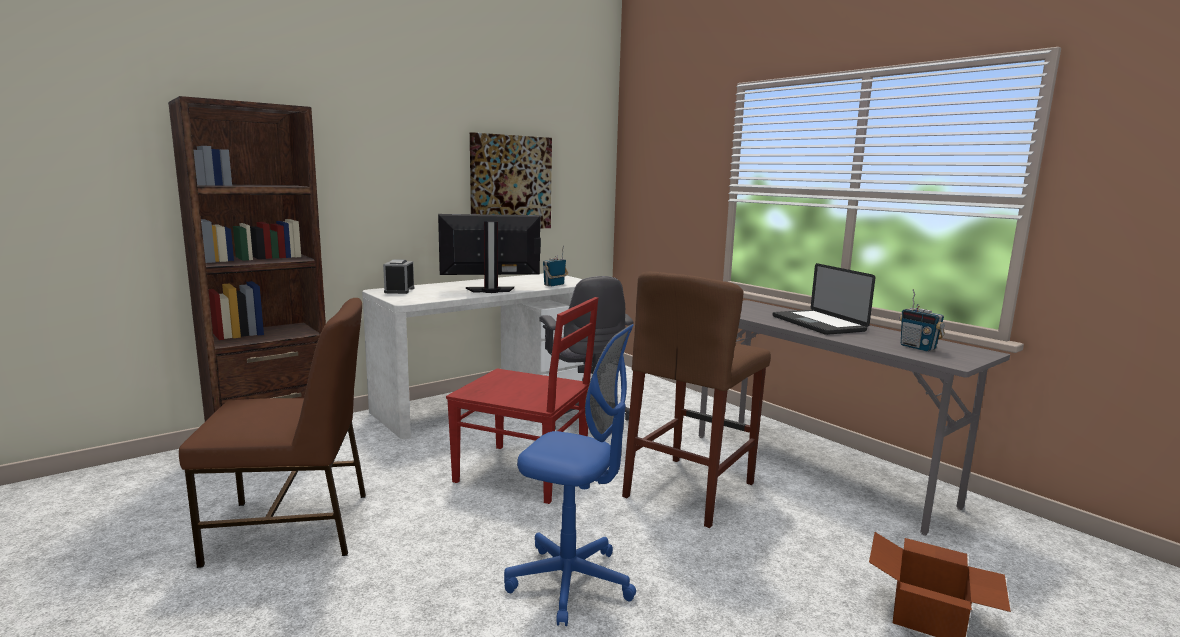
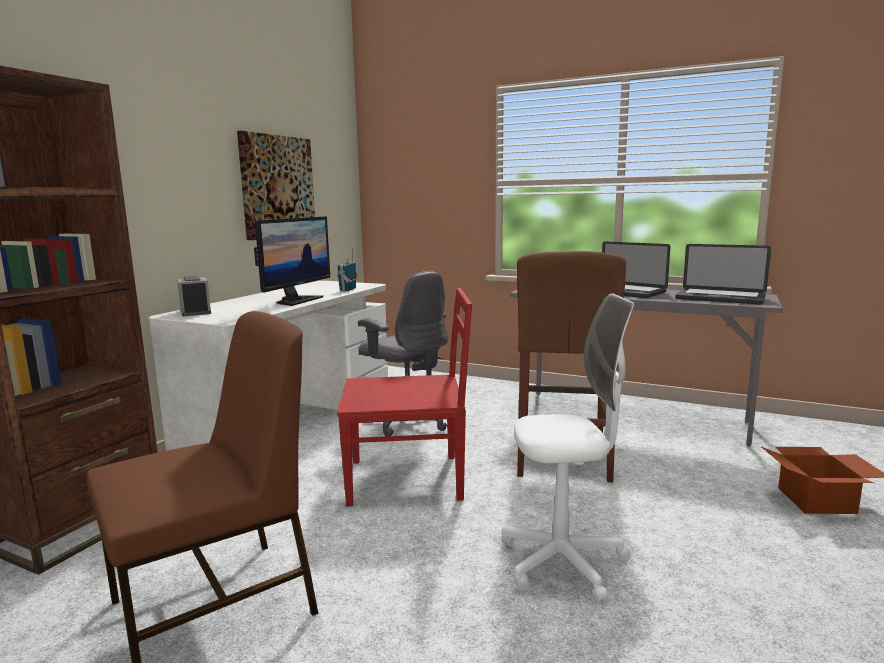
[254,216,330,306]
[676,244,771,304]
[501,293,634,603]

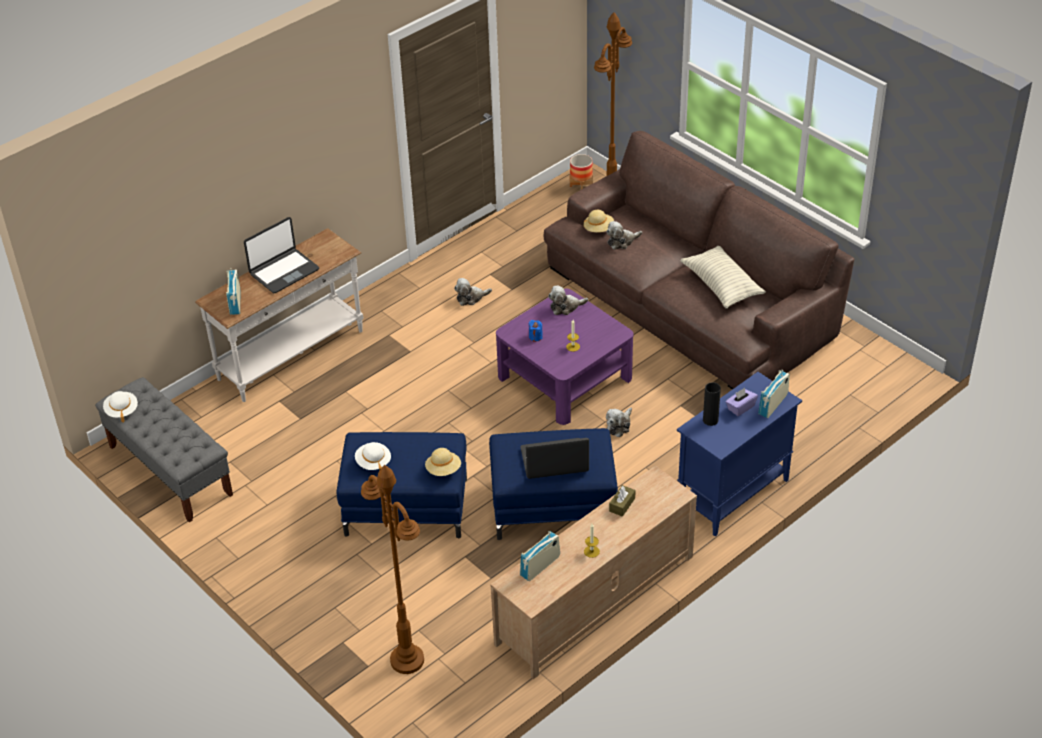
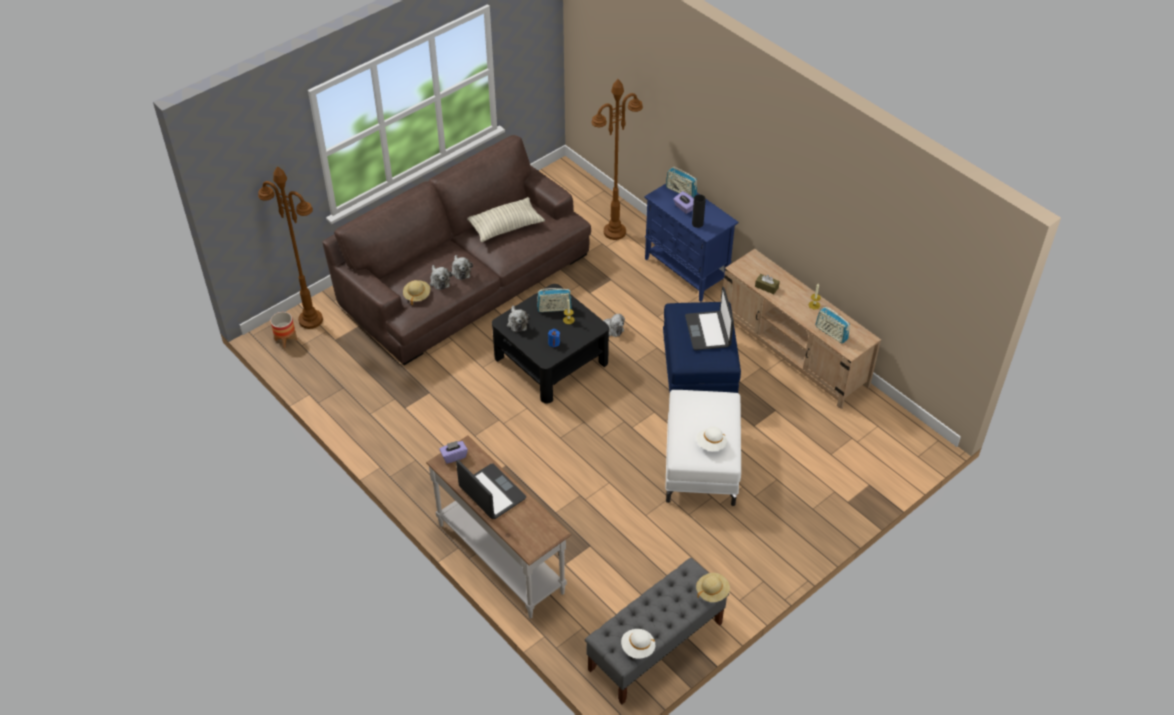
[537,288,572,312]
[451,255,473,280]
[492,284,609,404]
[666,390,741,506]
[696,573,730,602]
[591,79,643,240]
[439,441,468,464]

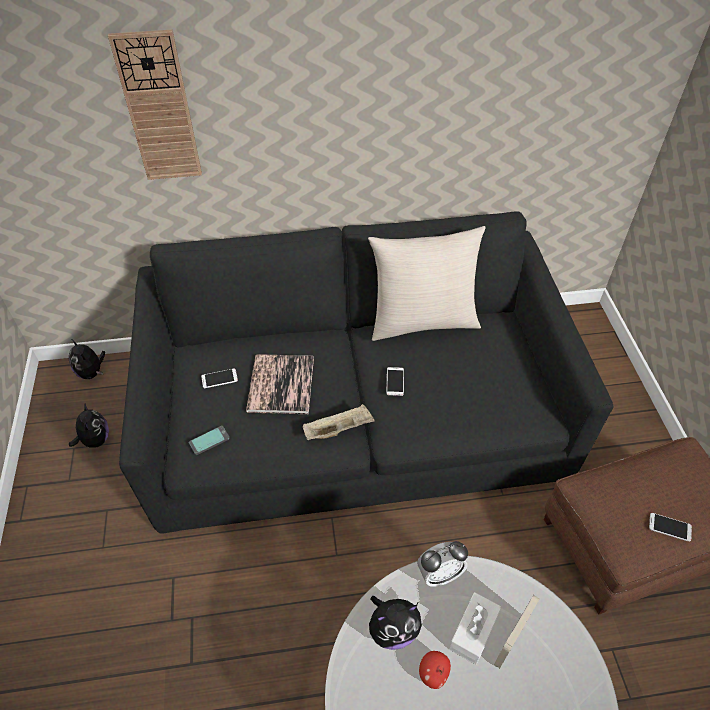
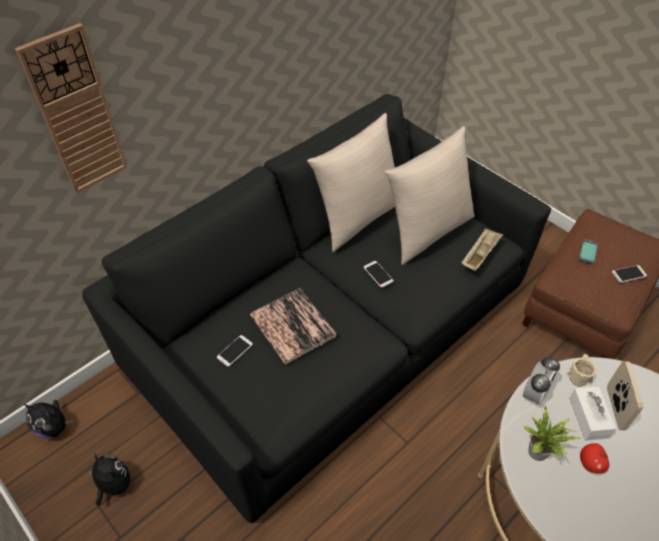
[461,228,503,271]
[579,239,598,265]
[524,405,581,461]
[384,126,475,265]
[567,354,596,386]

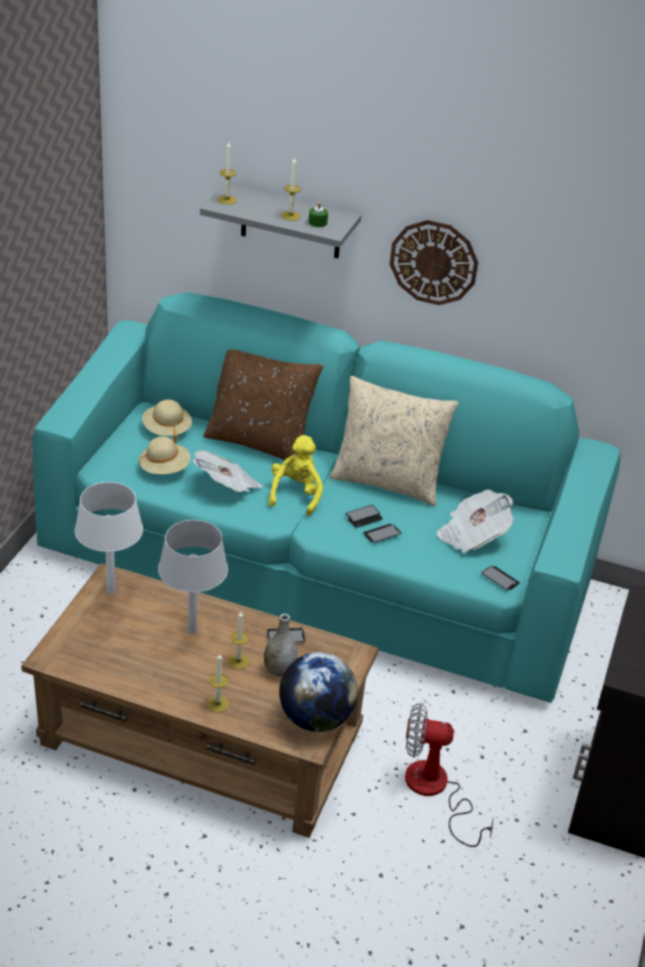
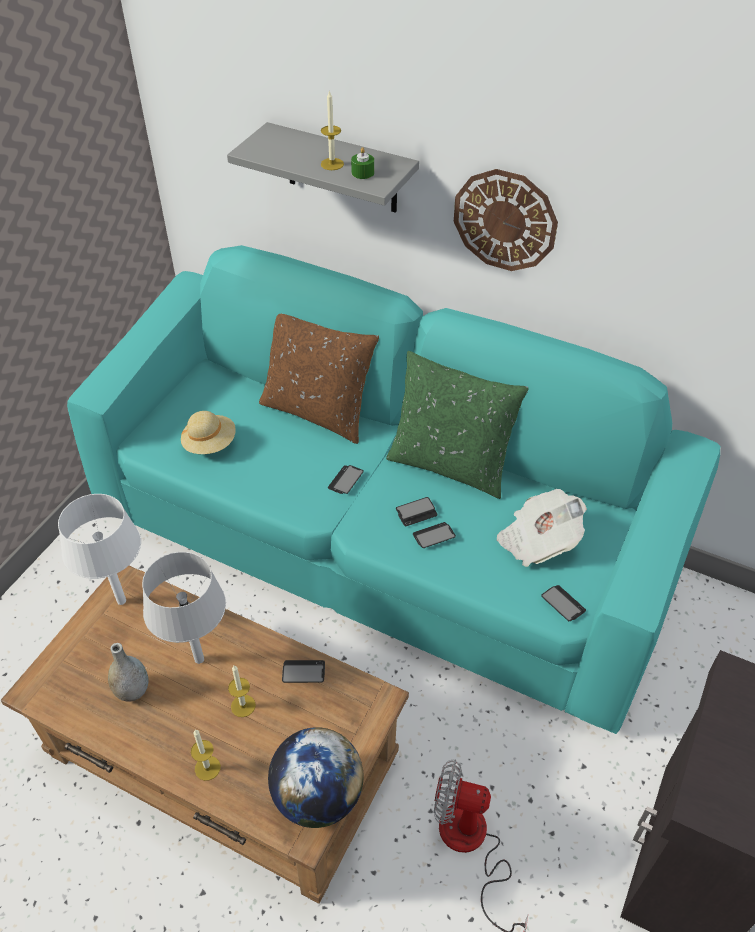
[218,142,237,205] (first image)
[386,351,529,499]
[142,400,192,444] (first image)
[328,465,364,494]
[192,450,263,492] (first image)
[108,643,149,702]

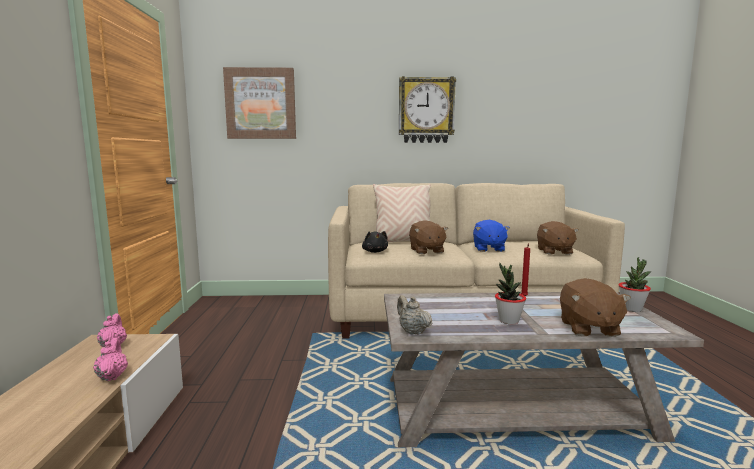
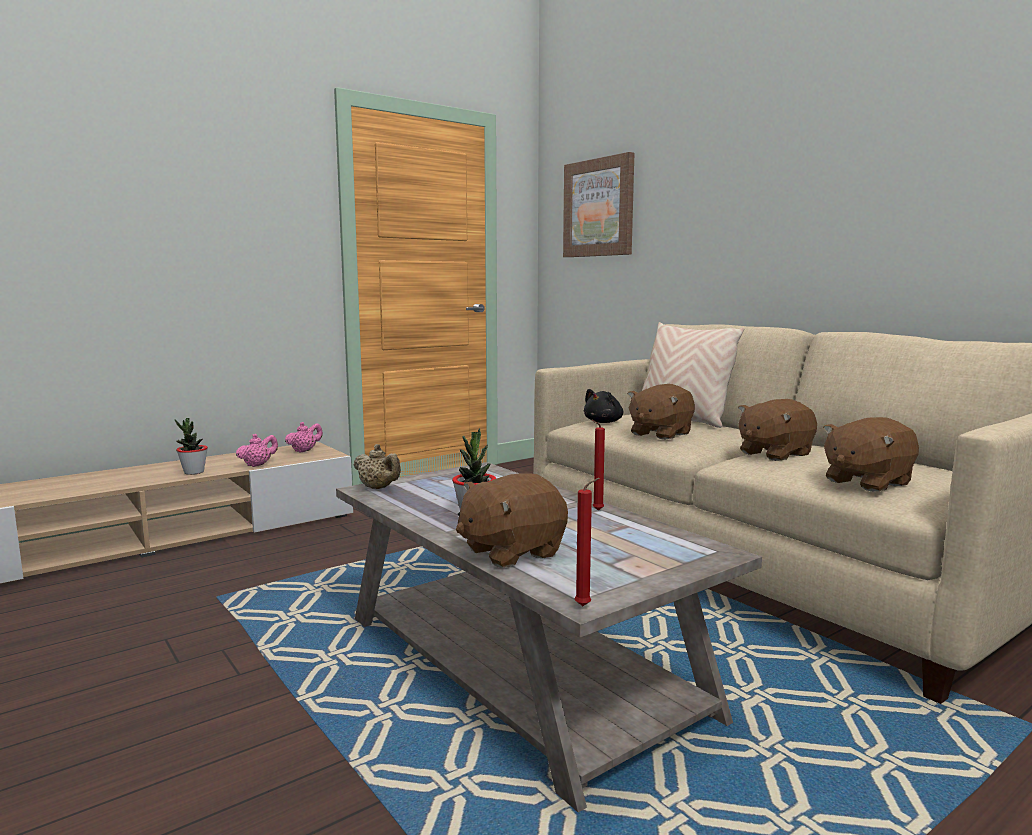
[399,76,456,143] (first image)
[738,399,817,461]
[175,418,208,475]
[354,444,401,489]
[575,478,600,606]

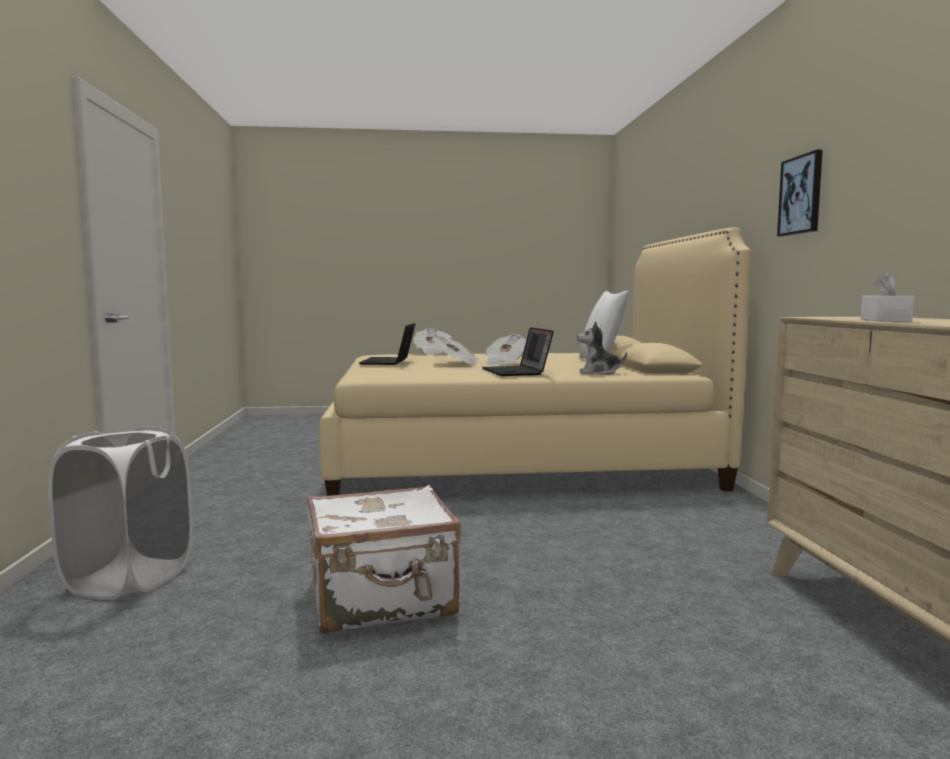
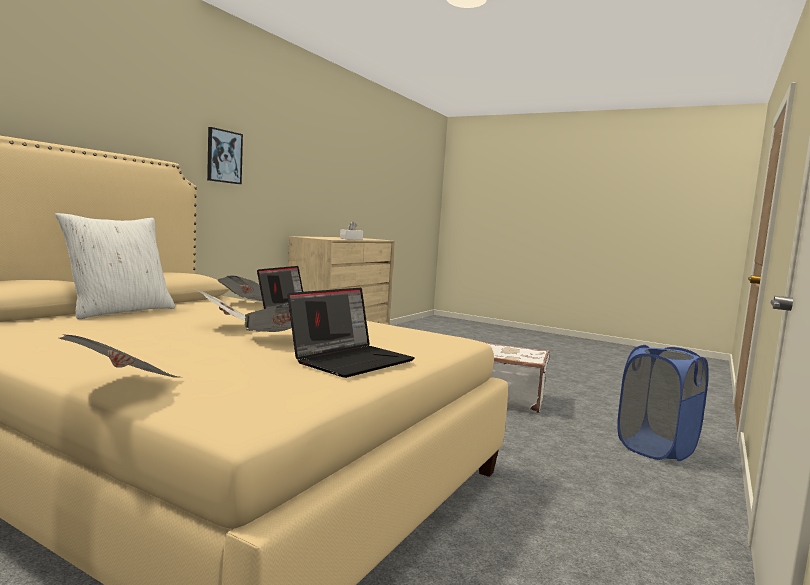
[218,276,262,301]
[617,345,709,461]

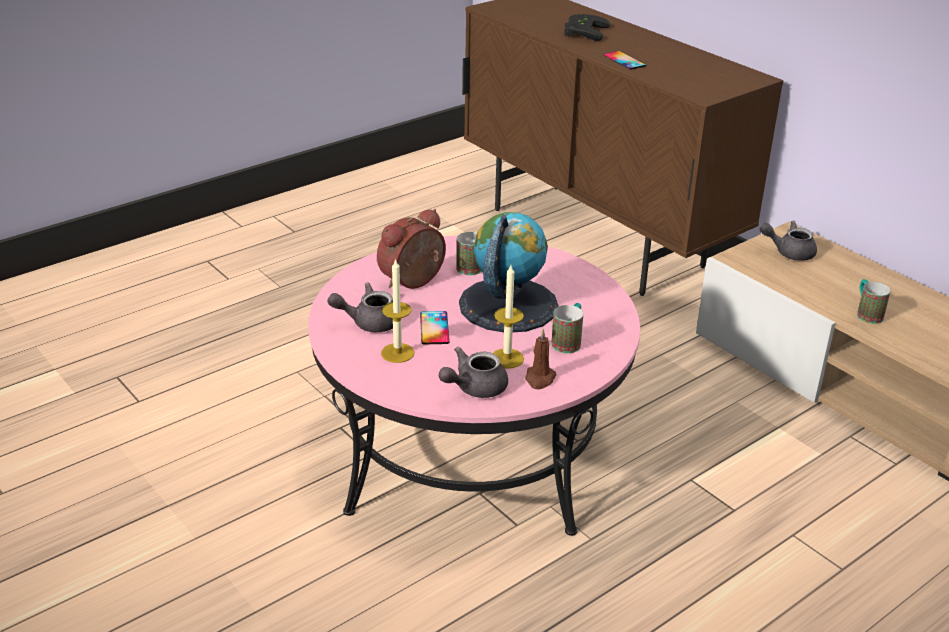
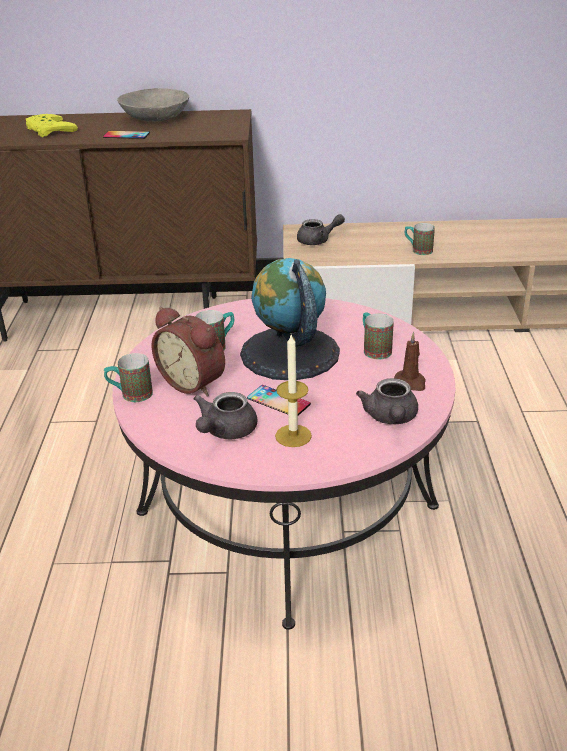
[26,114,78,137]
[152,307,225,397]
[297,214,345,245]
[493,265,524,369] (first image)
[117,88,189,122]
[104,353,153,402]

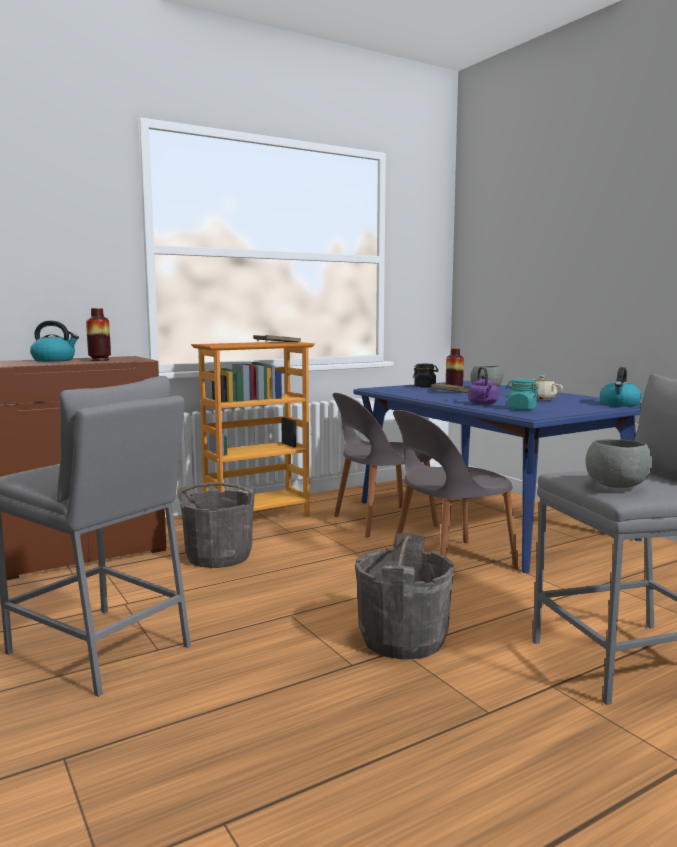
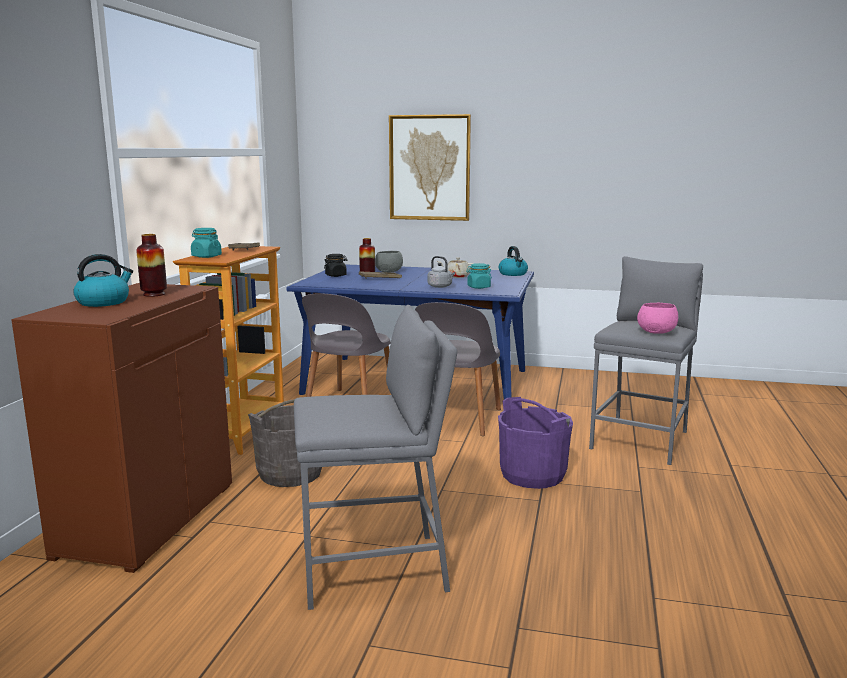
[427,256,455,288]
[637,303,678,334]
[498,397,573,489]
[389,114,471,221]
[191,228,222,258]

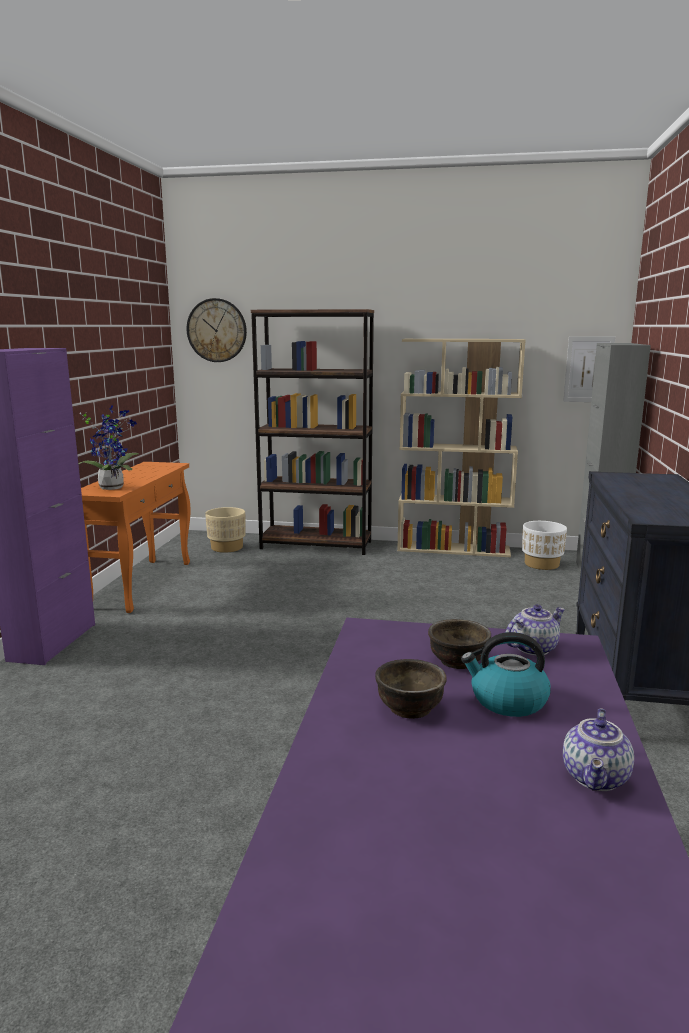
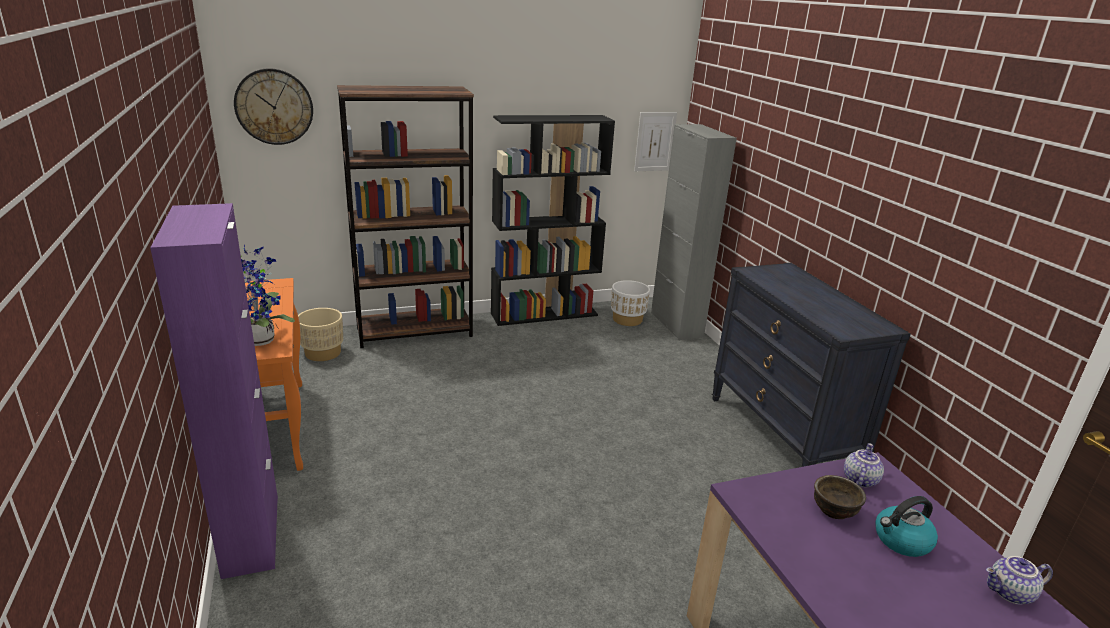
[491,115,615,326]
[375,659,447,719] (first image)
[986,556,1053,604]

